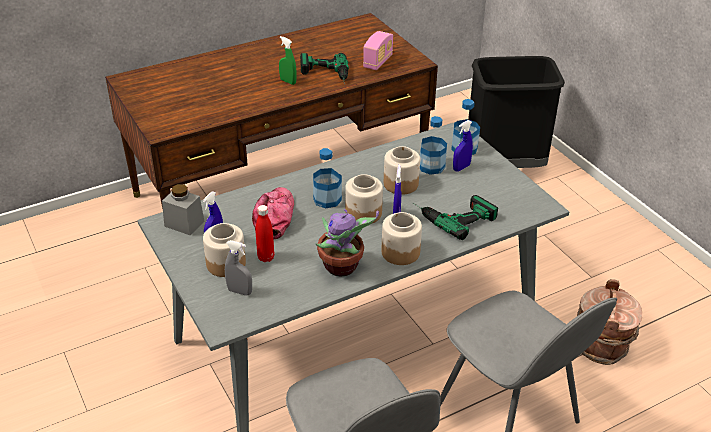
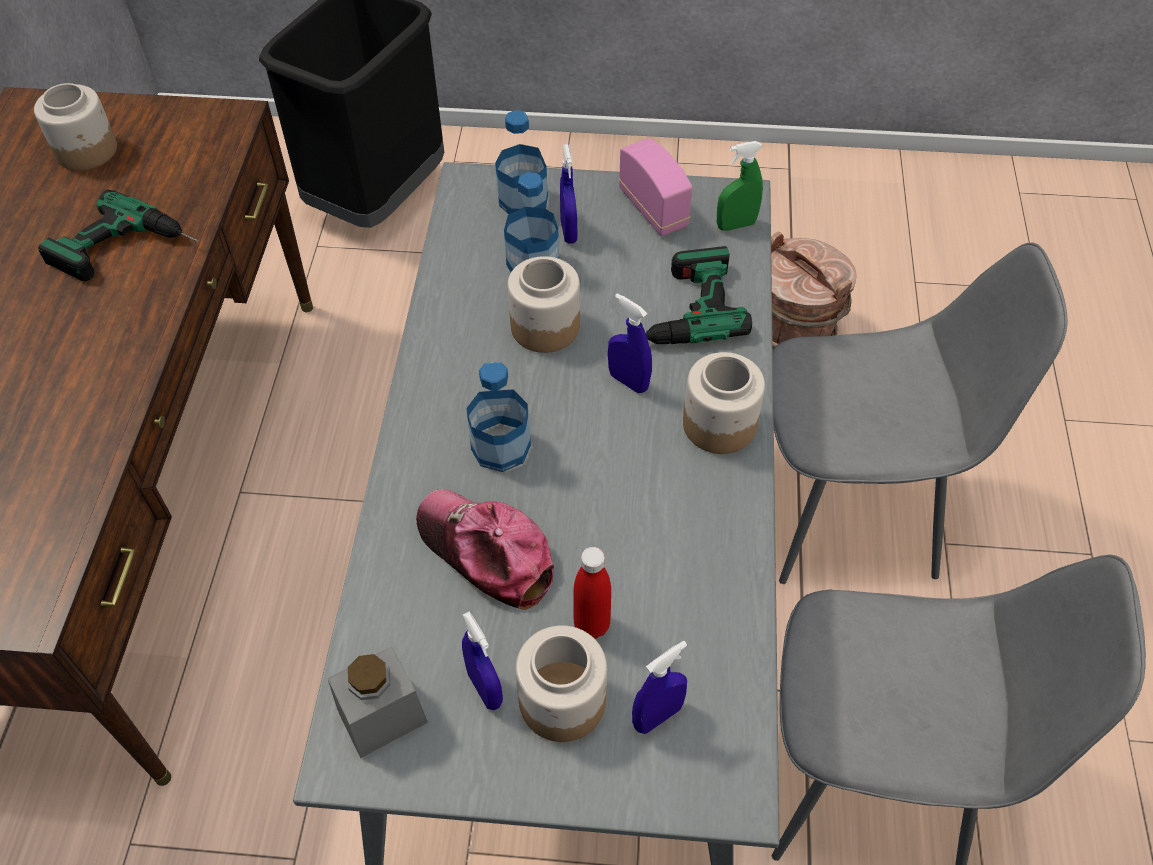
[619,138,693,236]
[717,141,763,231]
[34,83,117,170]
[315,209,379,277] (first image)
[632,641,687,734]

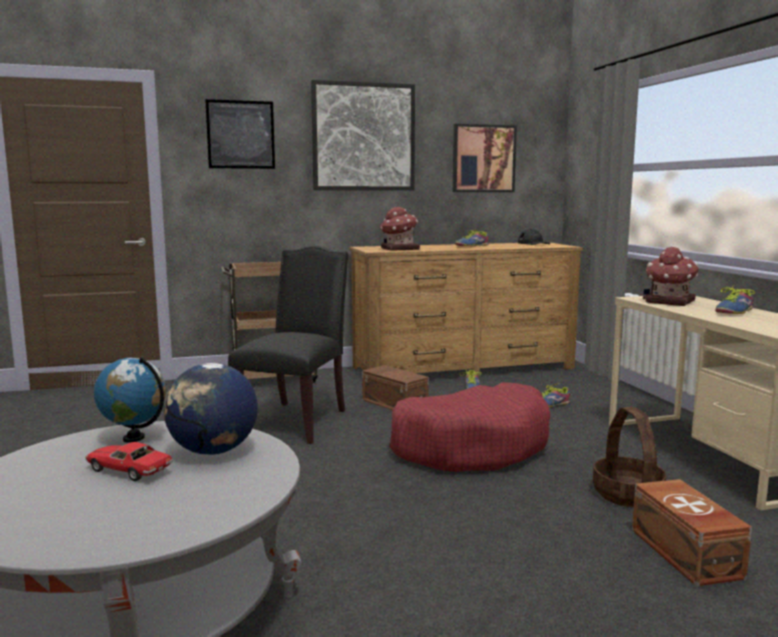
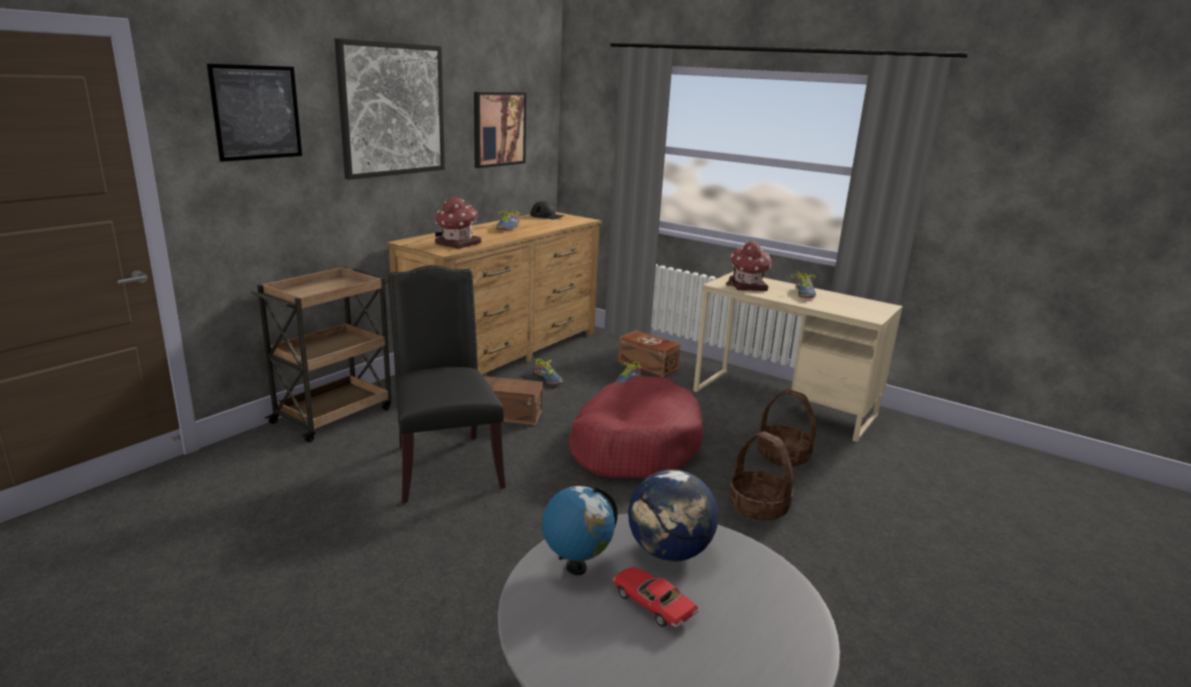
[612,567,699,628]
[618,330,681,377]
[729,432,793,521]

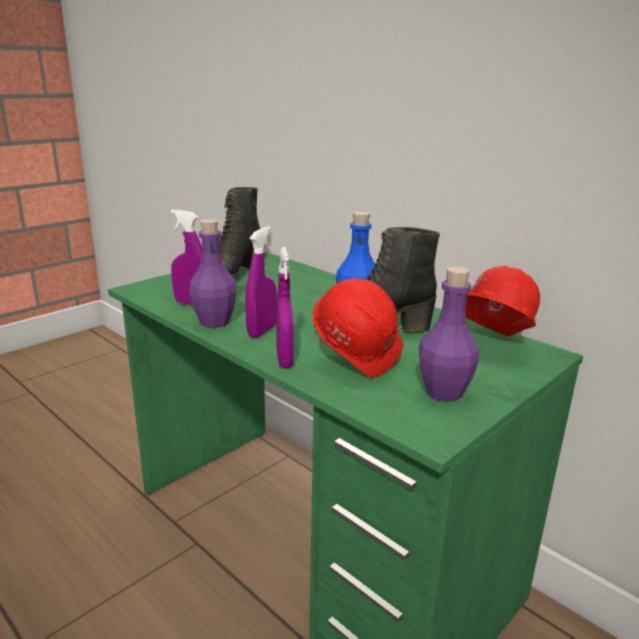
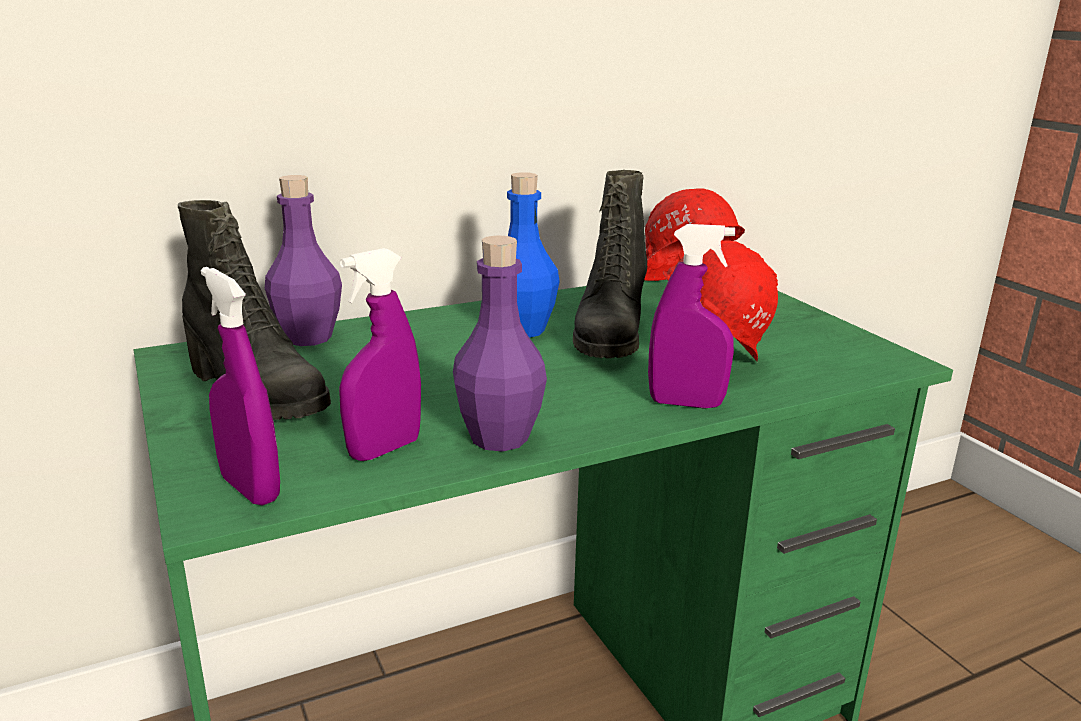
[201,267,280,506]
[265,175,342,346]

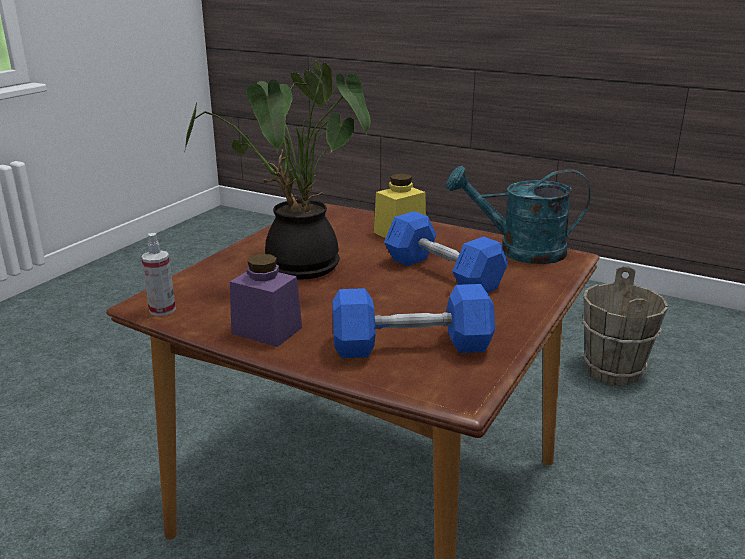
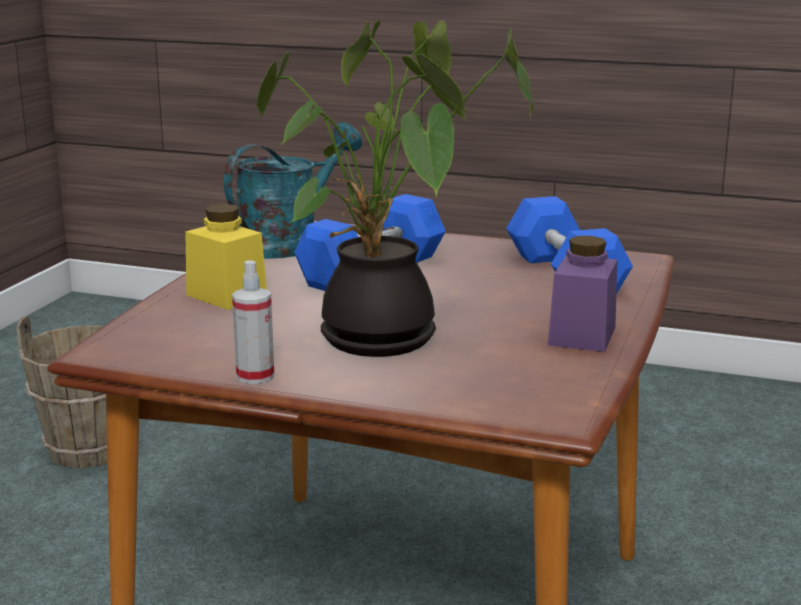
[224,122,362,259]
[232,260,274,384]

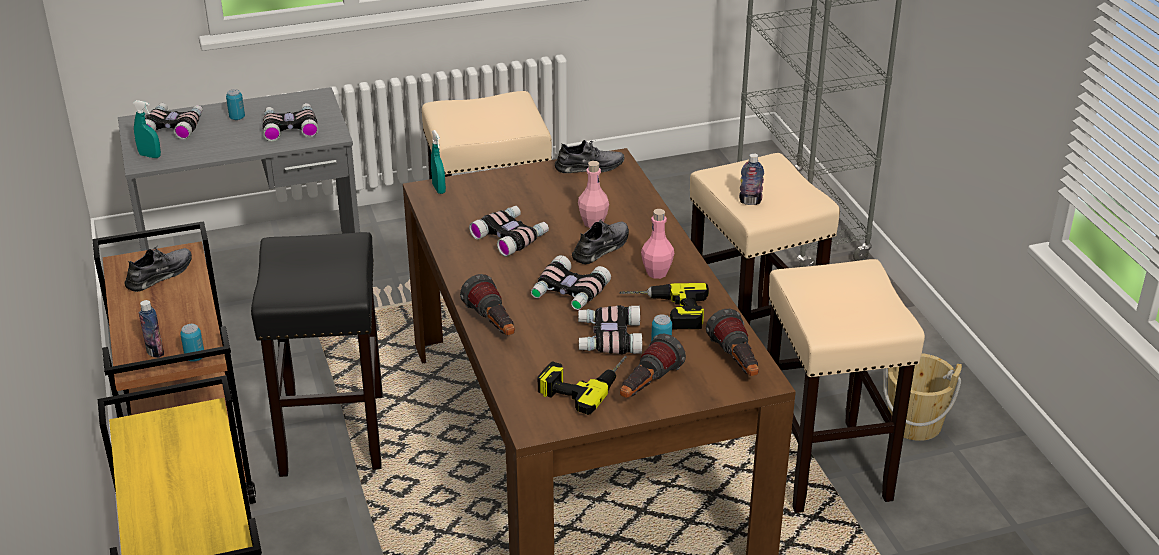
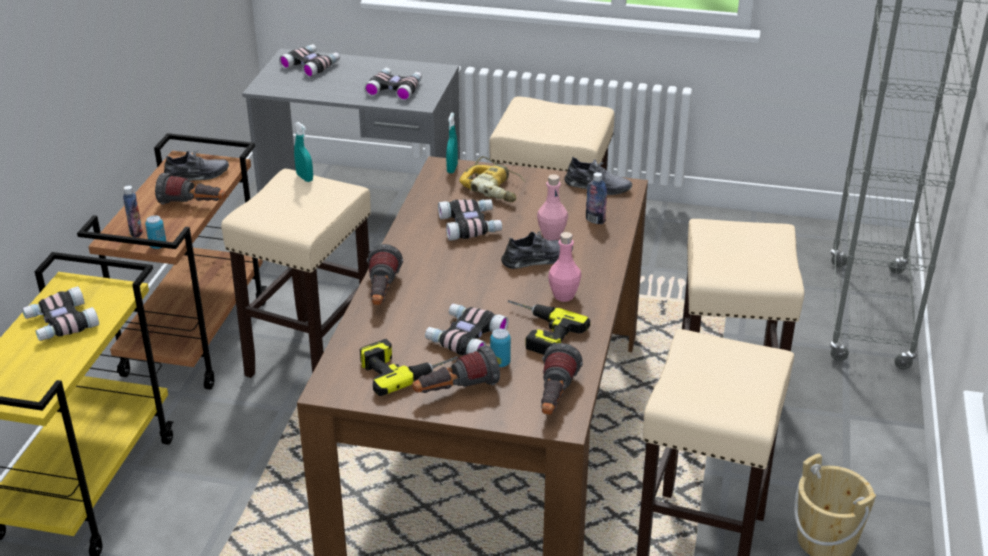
[226,89,245,120] (first image)
[294,122,313,182]
[586,172,607,224]
[221,169,371,378]
[22,286,99,341]
[459,156,525,202]
[155,173,226,205]

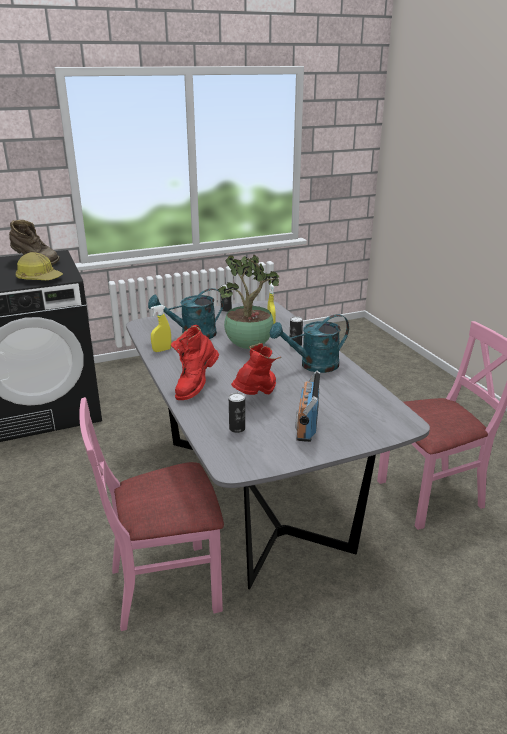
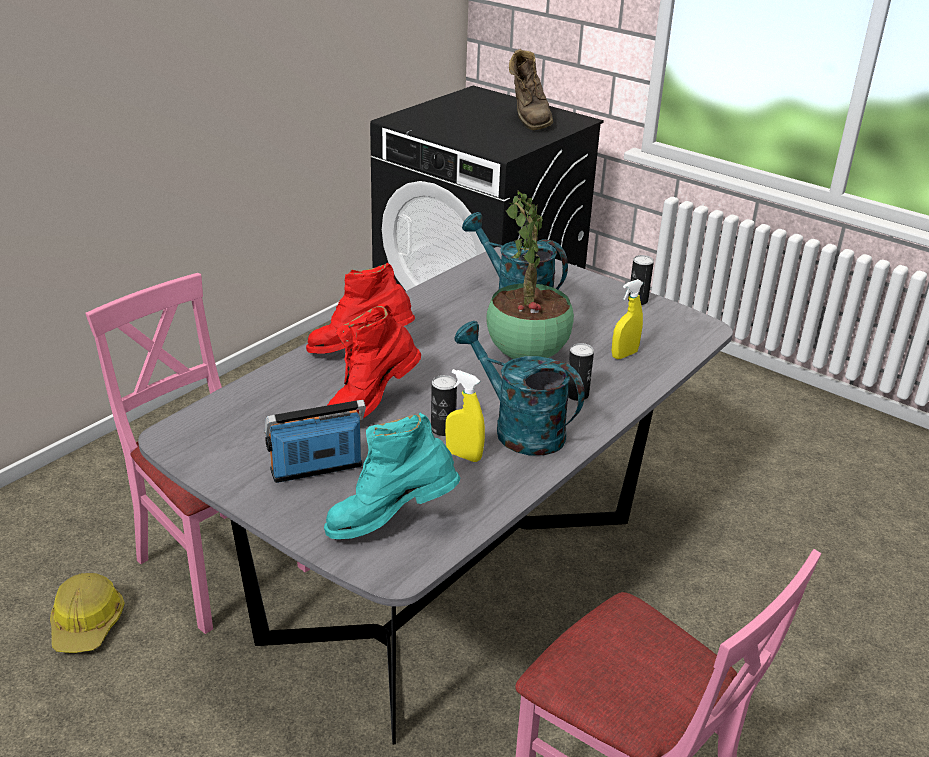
[50,573,125,653]
[445,369,485,462]
[327,304,421,418]
[431,375,457,436]
[324,413,460,539]

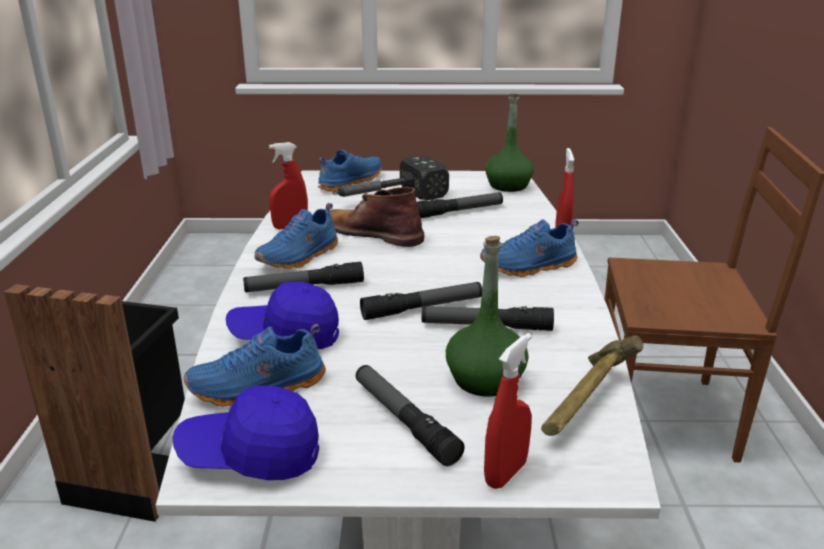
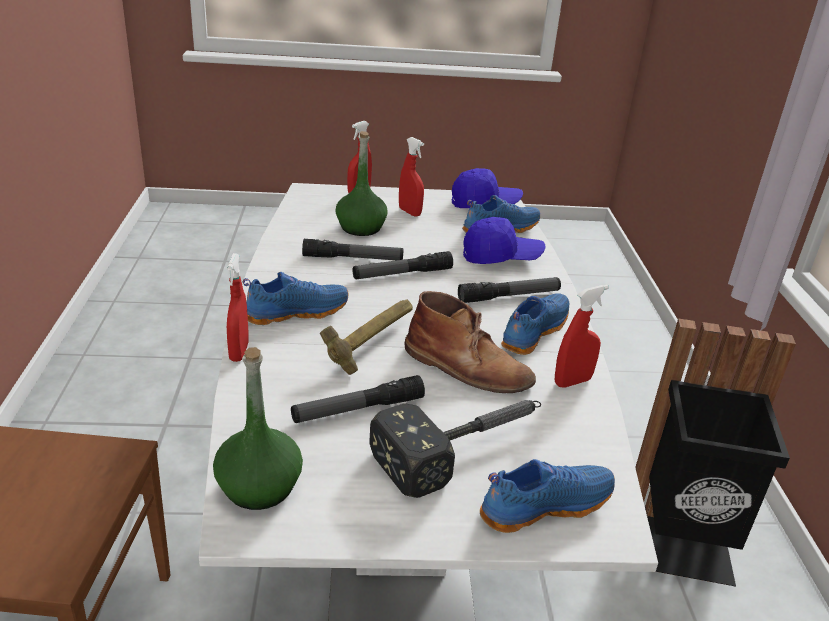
[480,459,615,533]
[320,300,413,375]
[399,137,424,217]

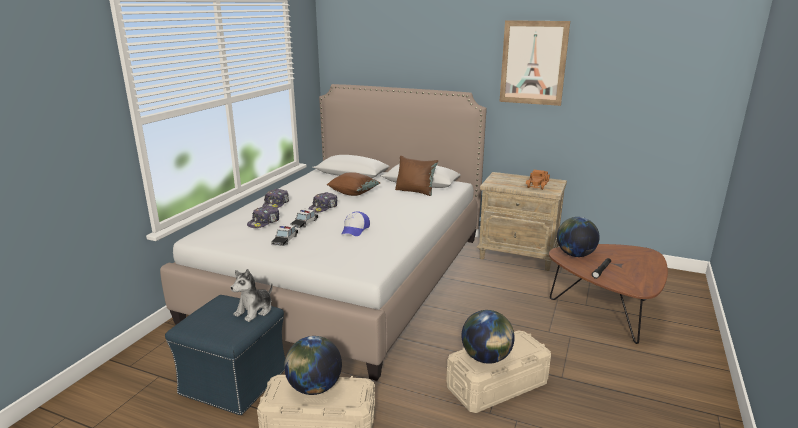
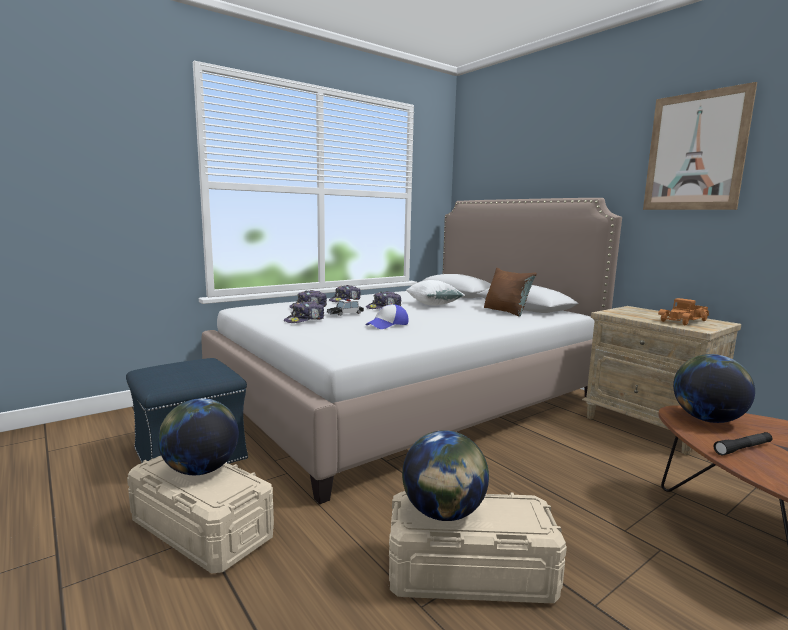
[406,280,465,306]
[284,301,324,323]
[231,269,273,322] (first image)

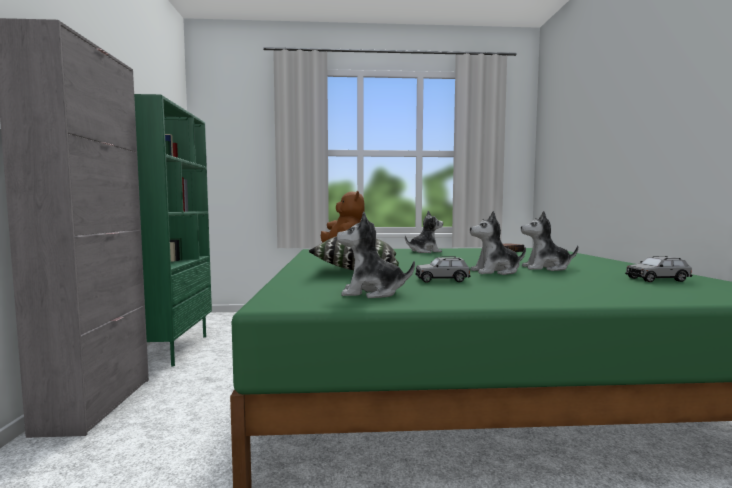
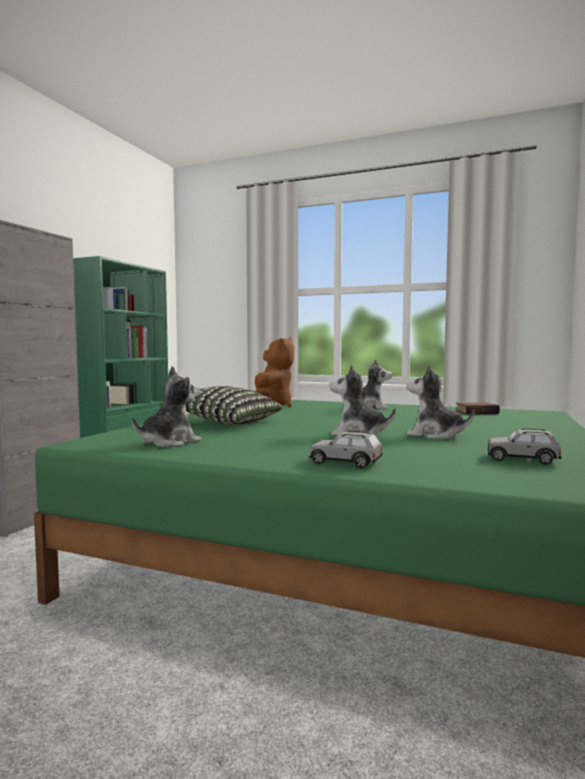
[132,366,201,447]
[309,431,383,468]

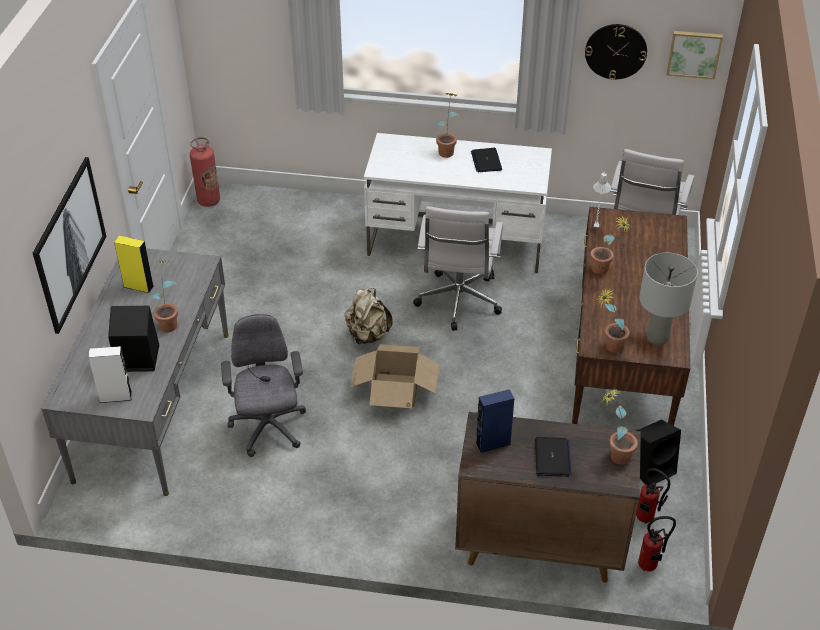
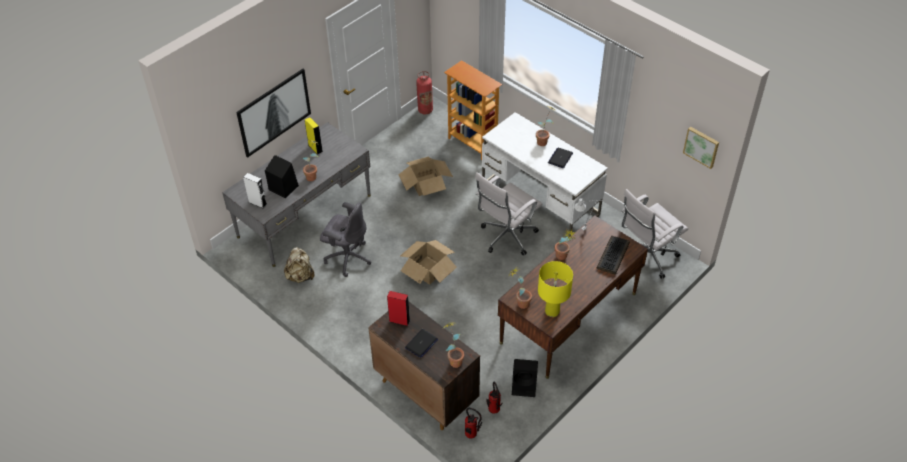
[585,24,647,80] (first image)
[538,261,573,317]
[284,247,314,283]
[320,202,372,277]
[387,291,410,326]
[444,60,502,160]
[398,157,453,196]
[597,236,630,275]

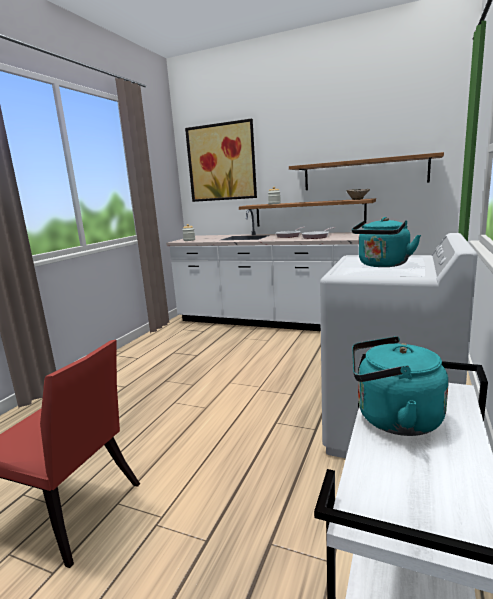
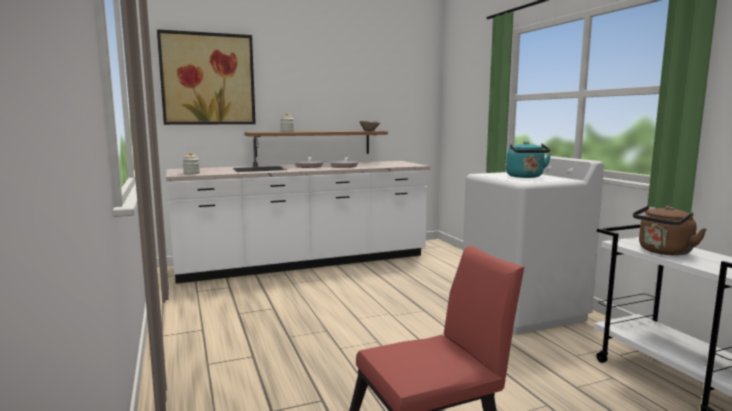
[289,152,444,190] (first image)
[633,206,707,256]

